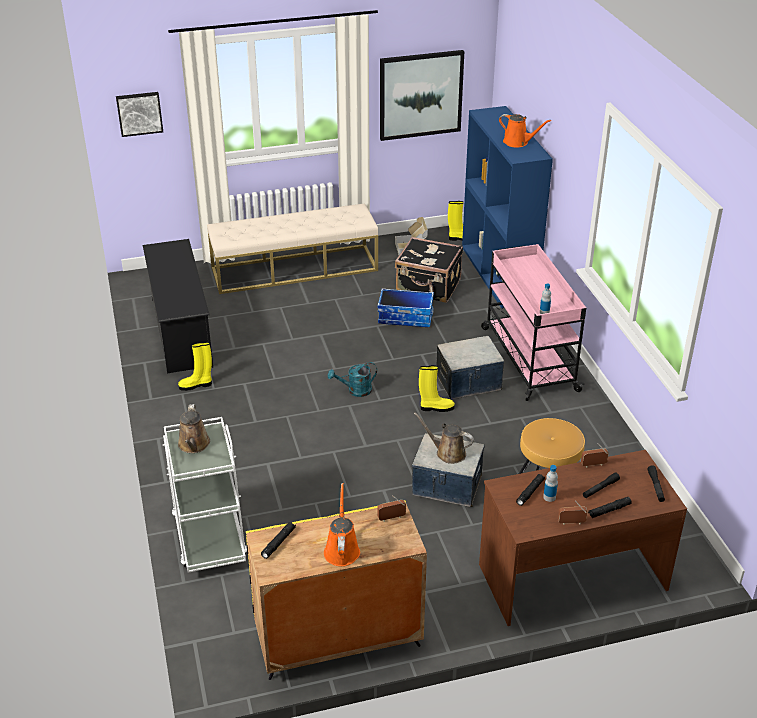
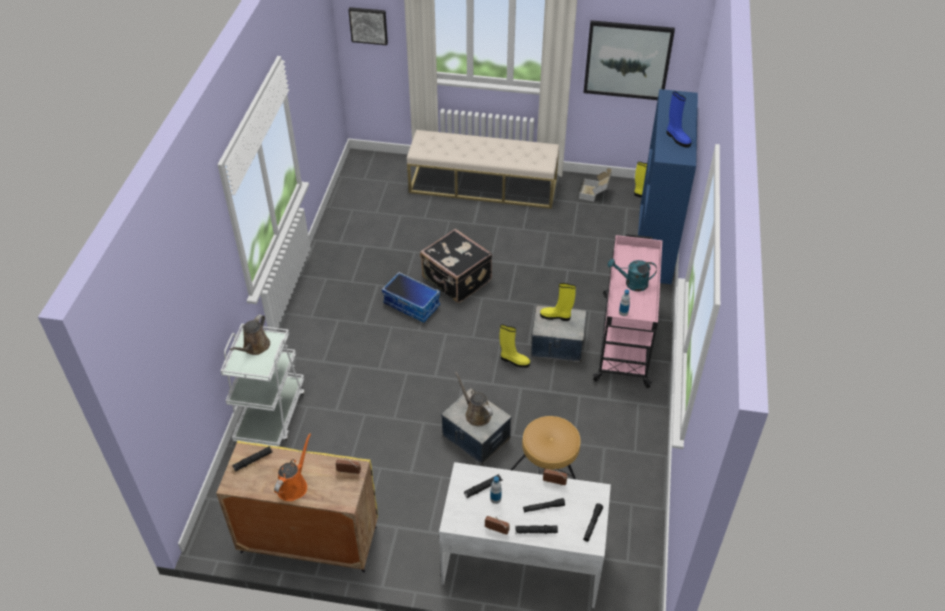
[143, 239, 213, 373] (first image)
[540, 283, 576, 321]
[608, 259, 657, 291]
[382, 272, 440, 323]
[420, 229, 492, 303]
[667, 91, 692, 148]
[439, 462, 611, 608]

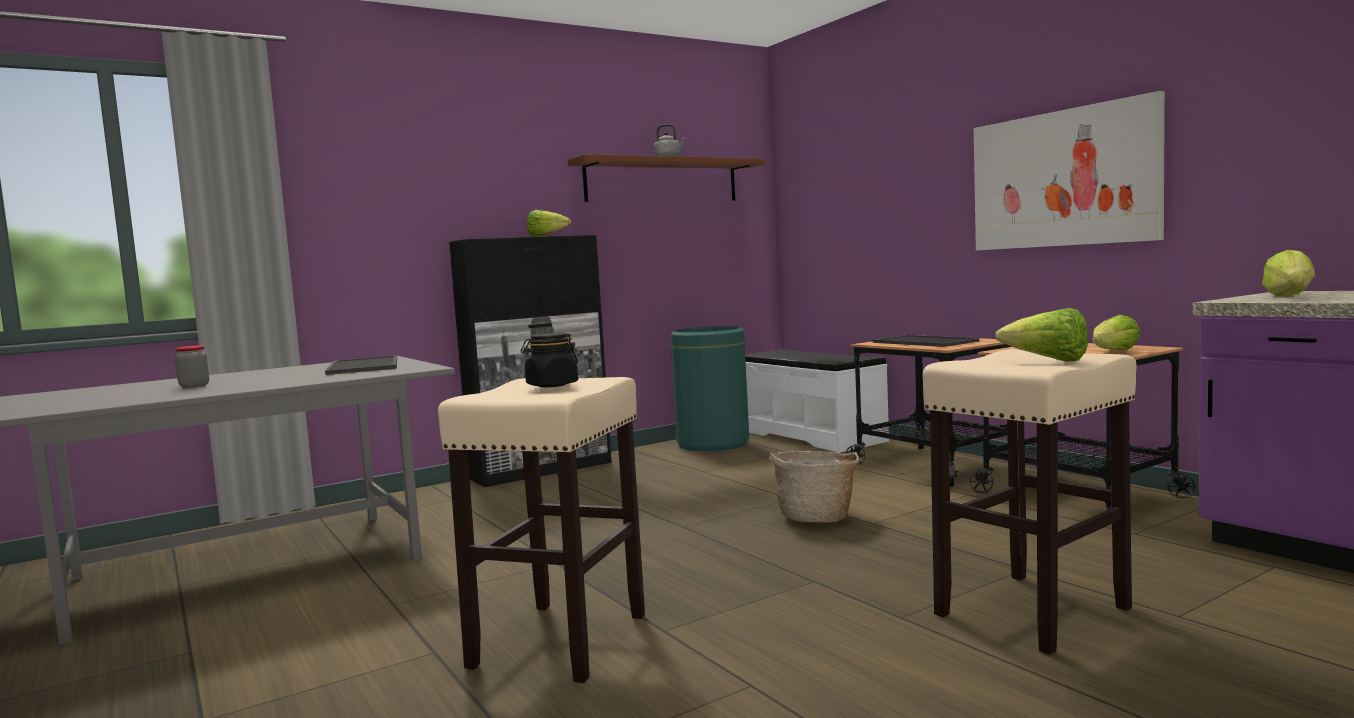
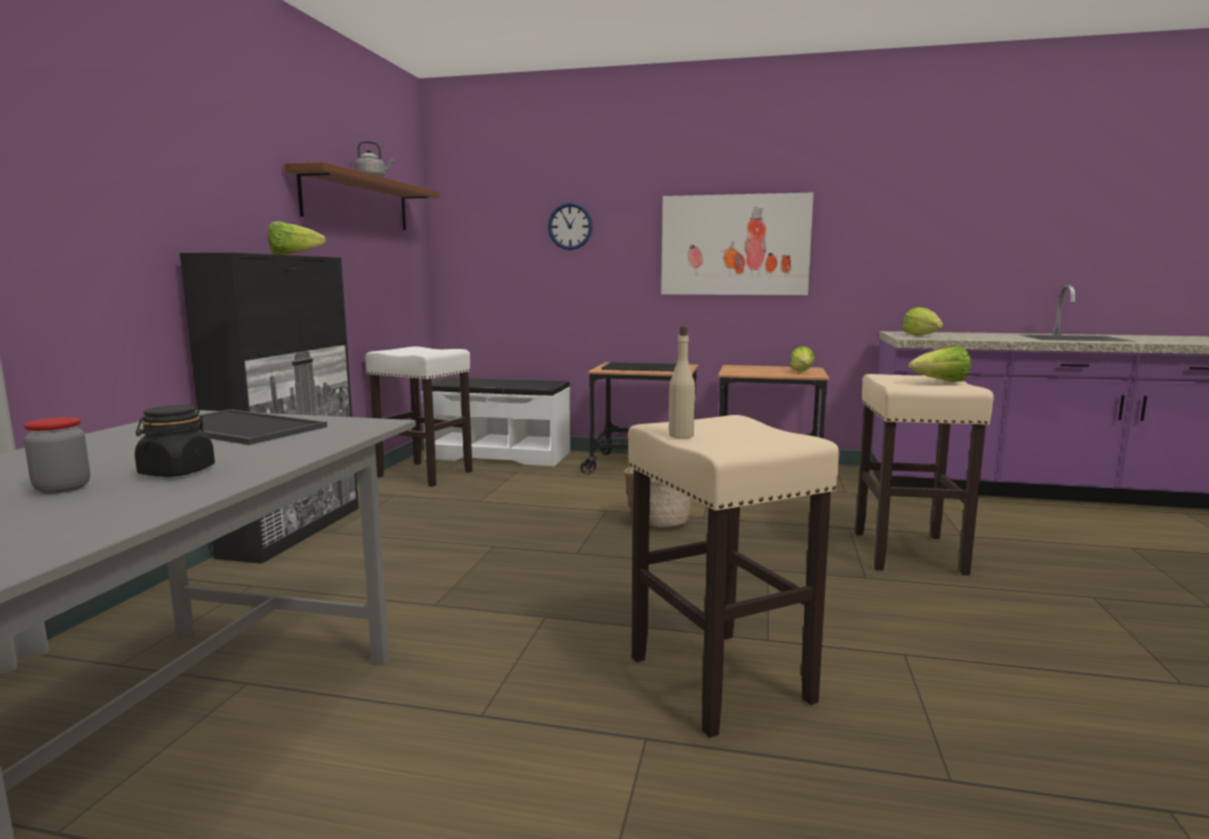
[548, 203, 593, 250]
[669, 326, 695, 438]
[135, 405, 215, 477]
[365, 346, 473, 487]

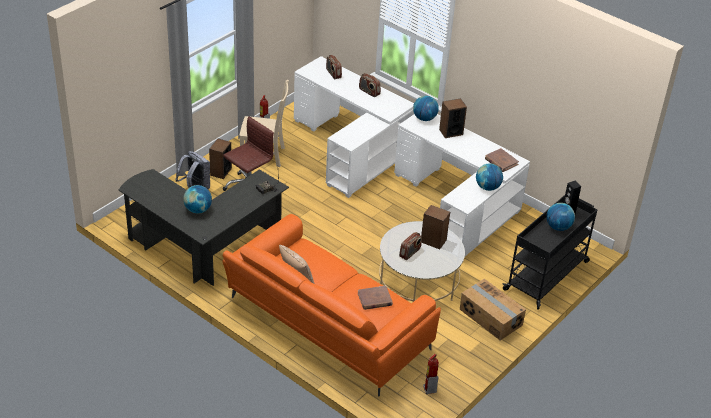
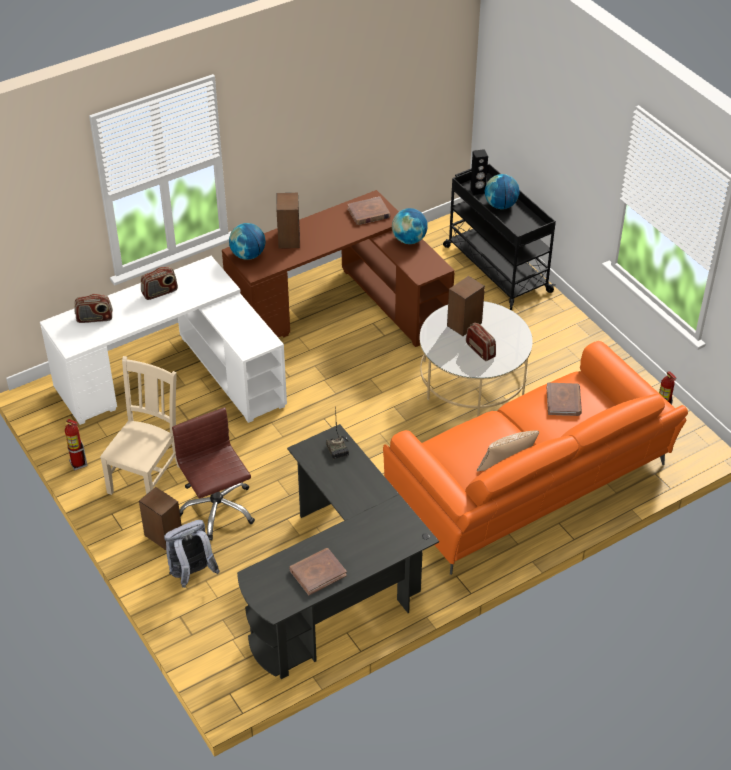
[183, 185, 212, 213] (first image)
[460, 279, 526, 340] (first image)
[289, 548, 347, 595]
[222, 190, 455, 347]

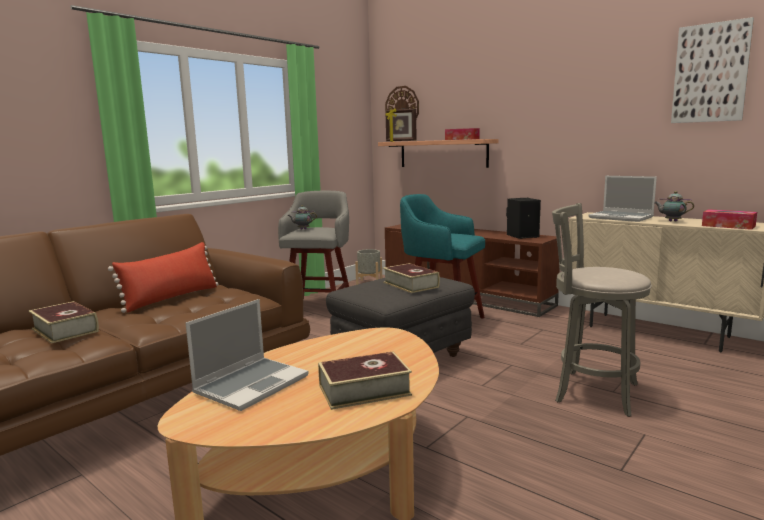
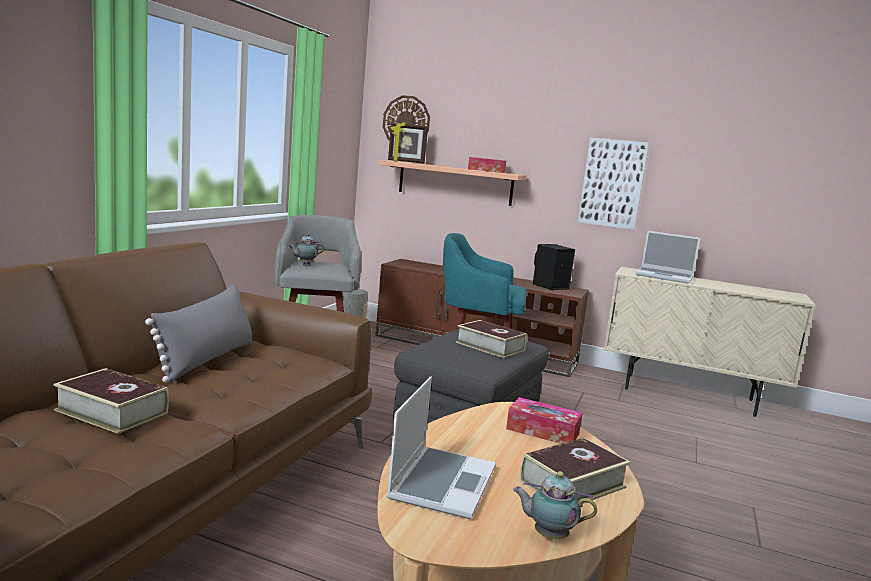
[552, 203, 652, 417] (first image)
[513, 471, 597, 539]
[578, 138, 649, 230]
[506, 397, 582, 444]
[145, 284, 252, 383]

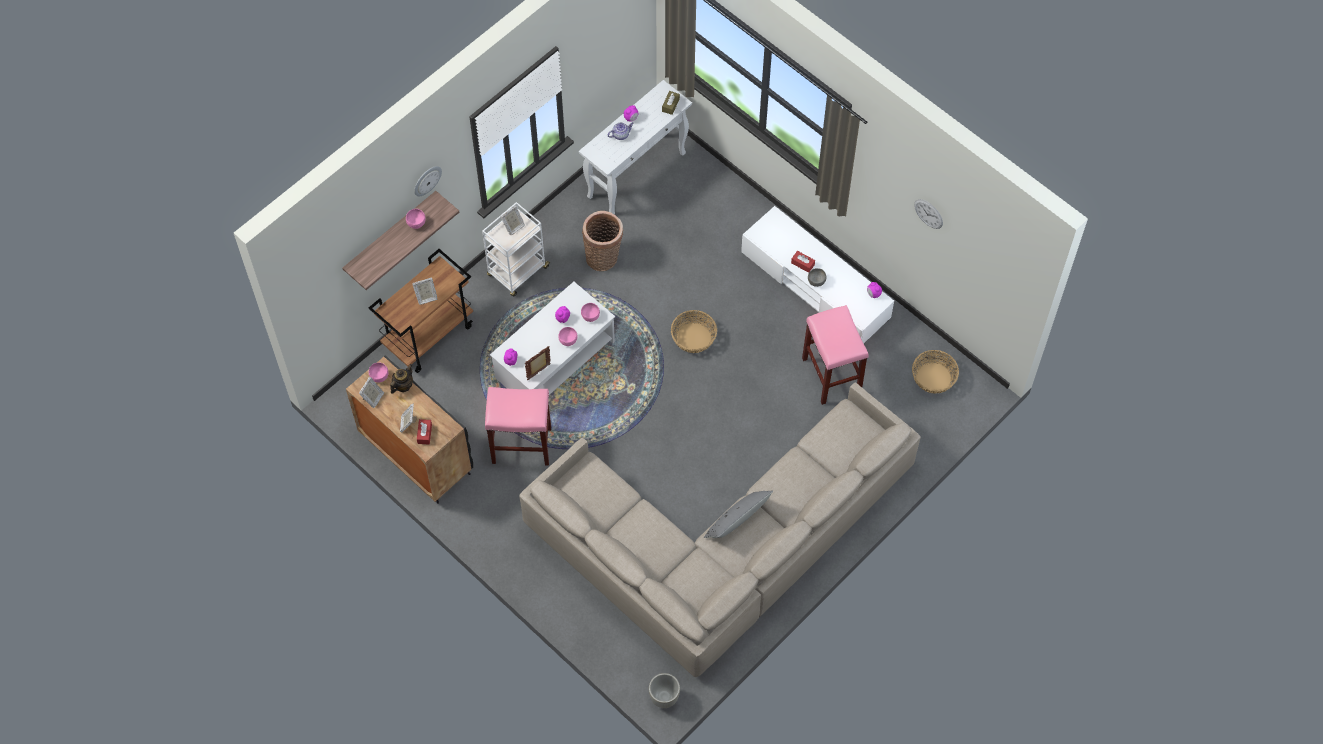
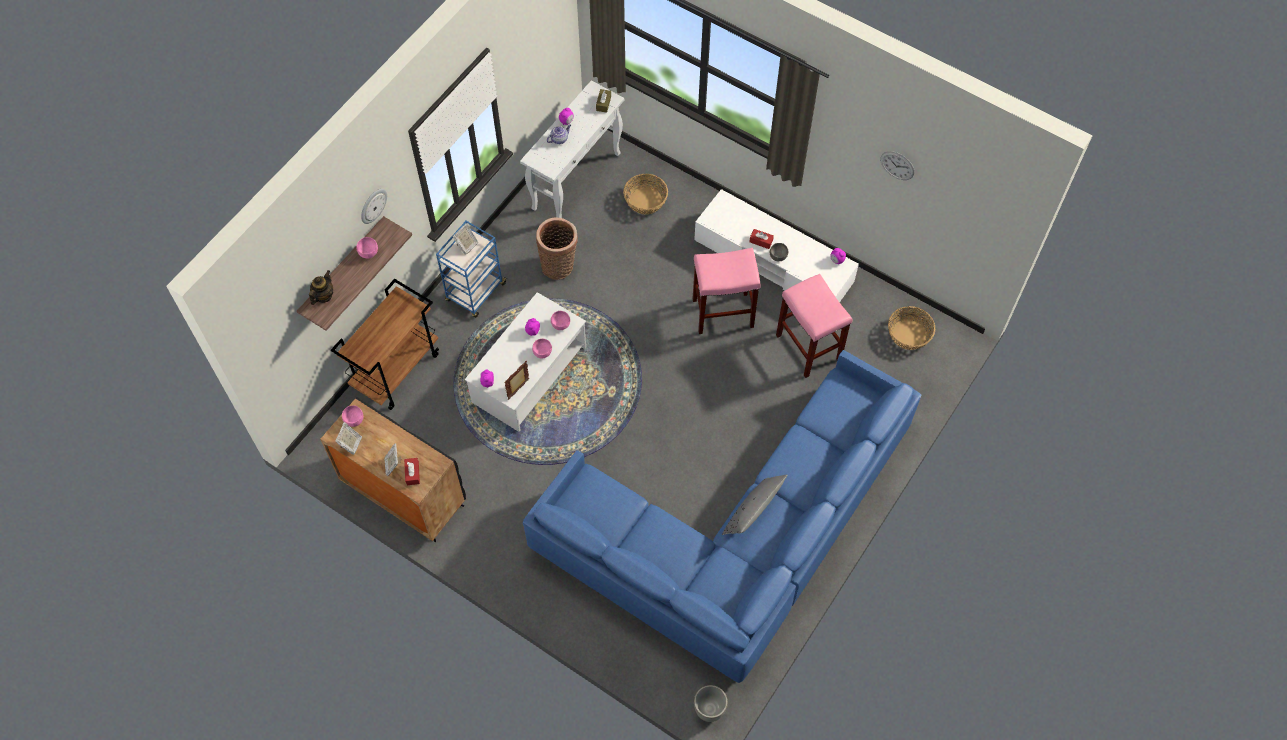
[412, 277, 437, 305] (first image)
[309, 270, 333, 305]
[692, 248, 761, 334]
[623, 174, 668, 214]
[436, 221, 507, 318]
[523, 350, 921, 683]

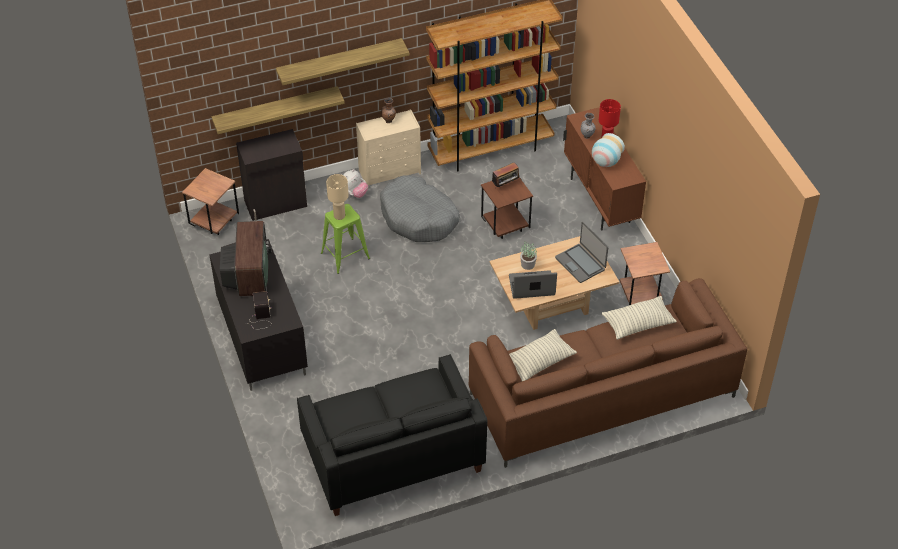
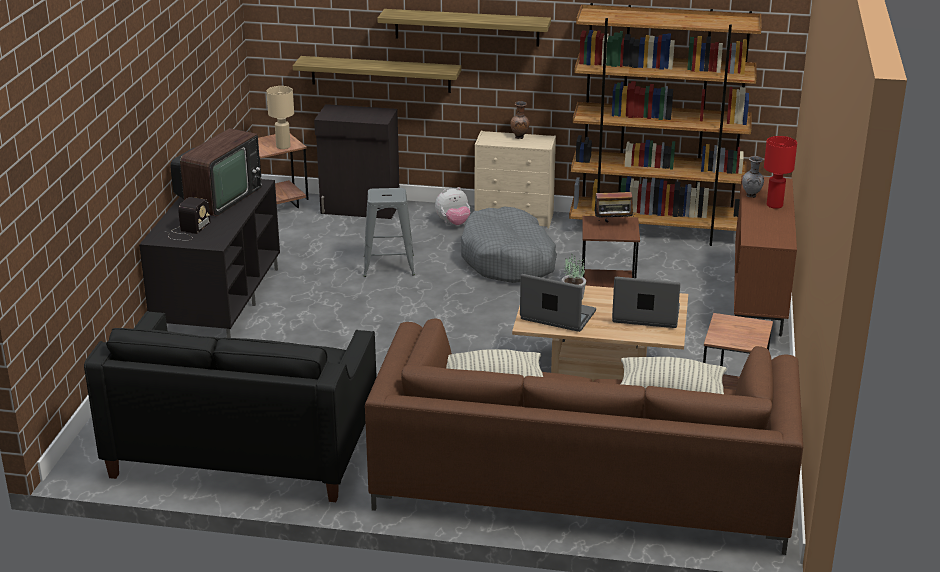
[592, 133, 625, 167] (first image)
[266, 86, 294, 149]
[364, 188, 415, 277]
[612, 277, 680, 328]

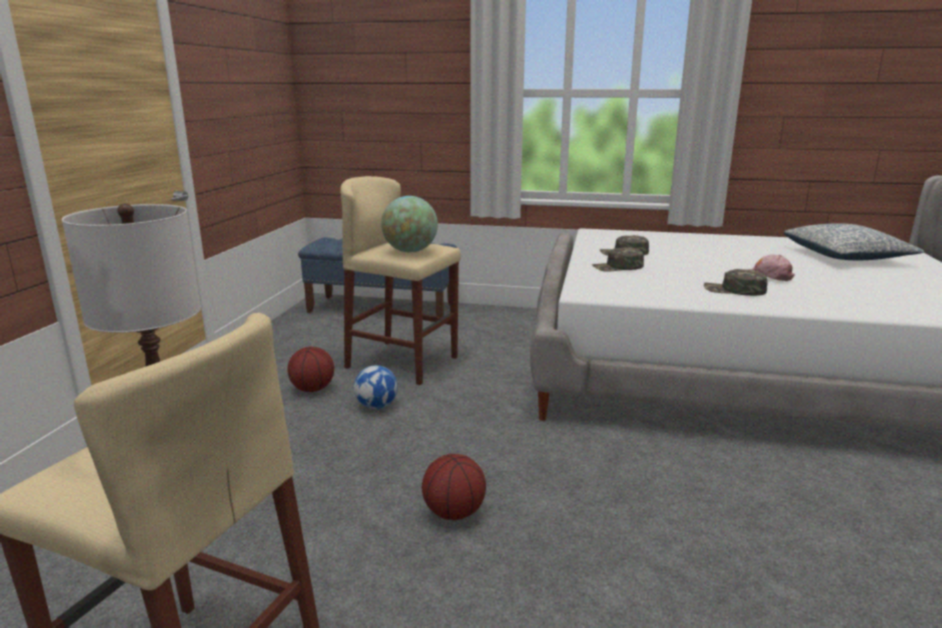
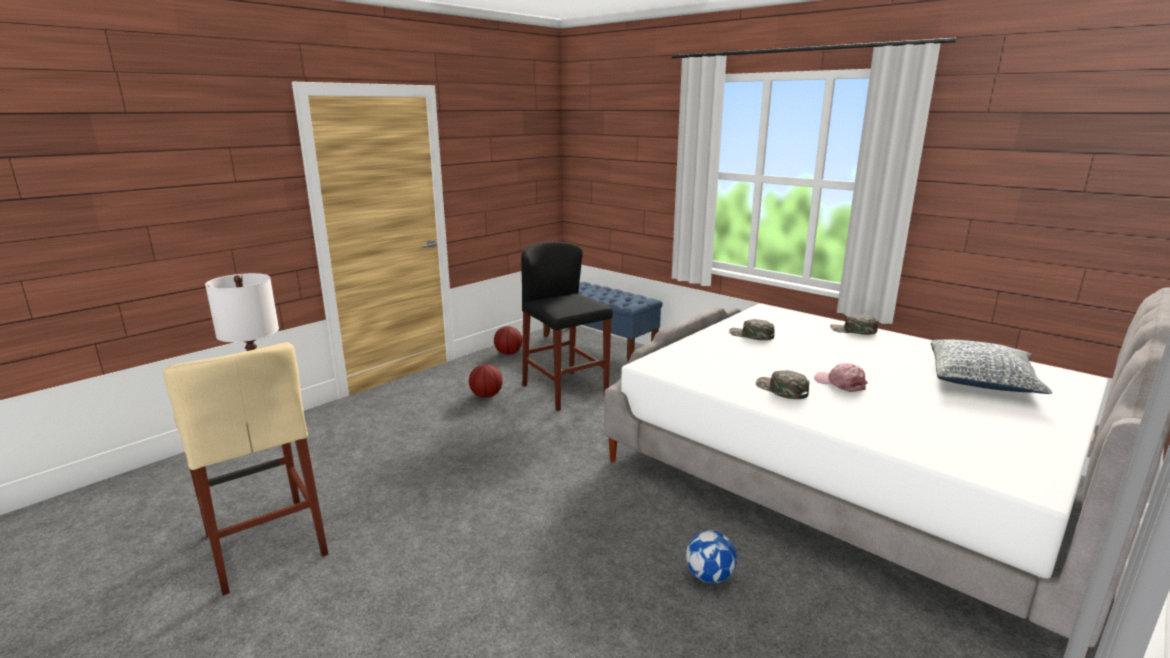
[381, 196, 438, 253] (first image)
[686, 530, 737, 583]
[494, 326, 522, 355]
[830, 314, 878, 335]
[521, 241, 613, 411]

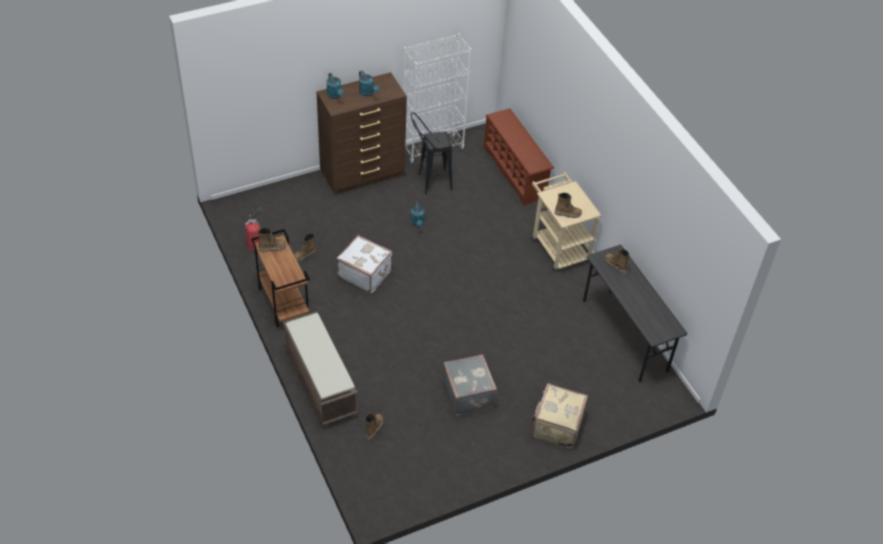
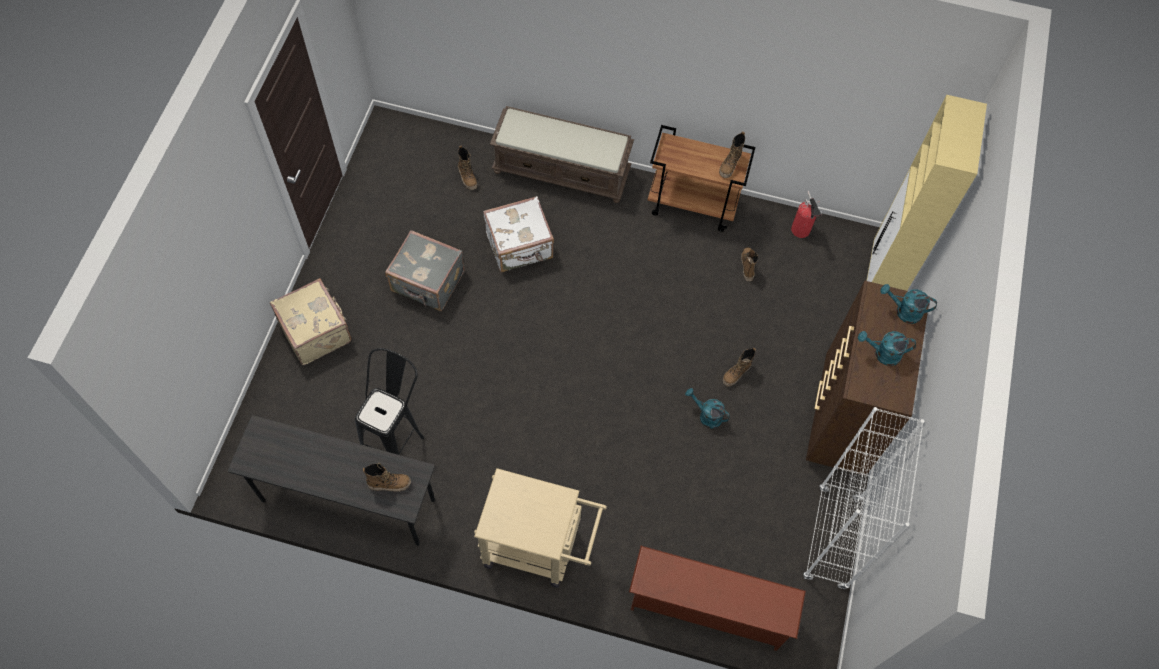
[866, 95, 987, 291]
[483, 196, 554, 273]
[355, 348, 424, 455]
[722, 348, 756, 386]

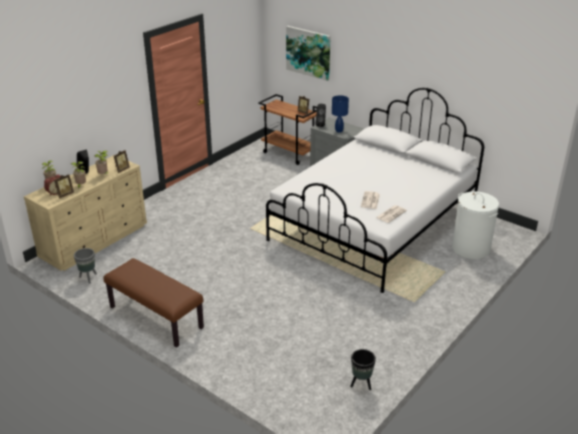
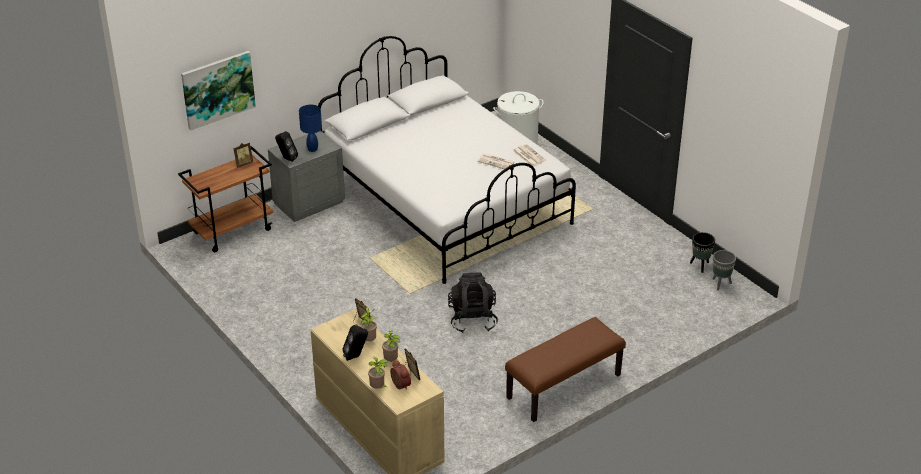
[448, 272, 498, 333]
[713, 250, 736, 291]

